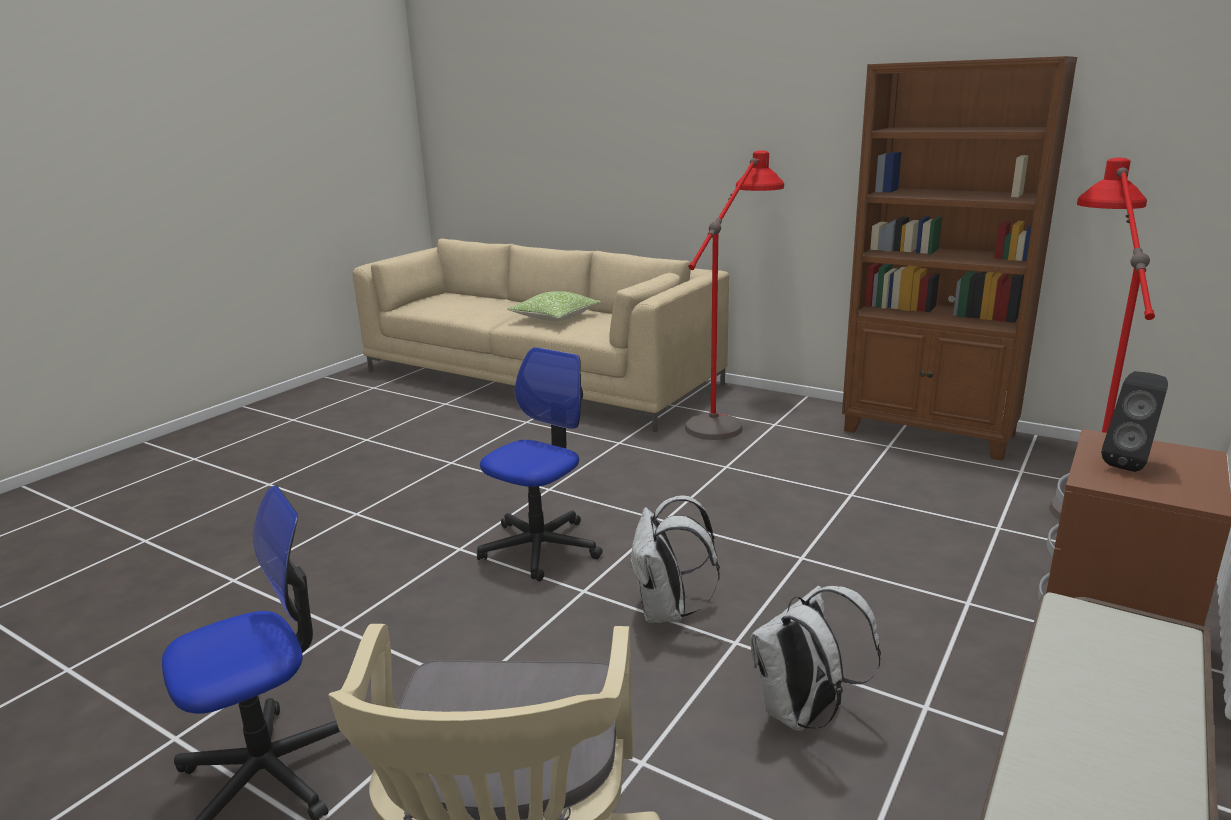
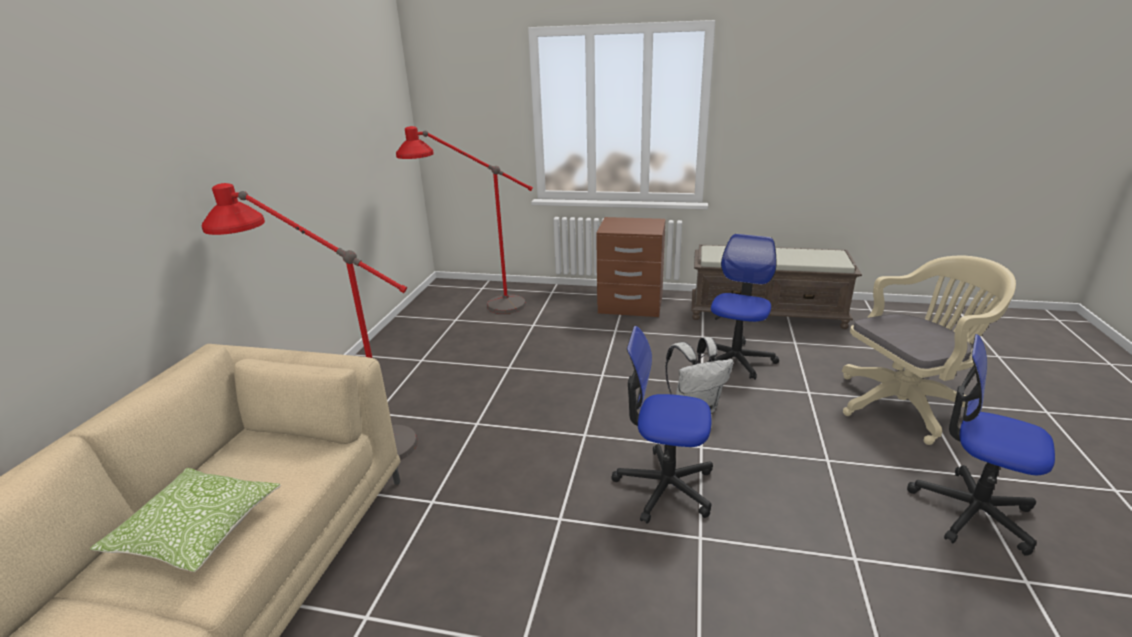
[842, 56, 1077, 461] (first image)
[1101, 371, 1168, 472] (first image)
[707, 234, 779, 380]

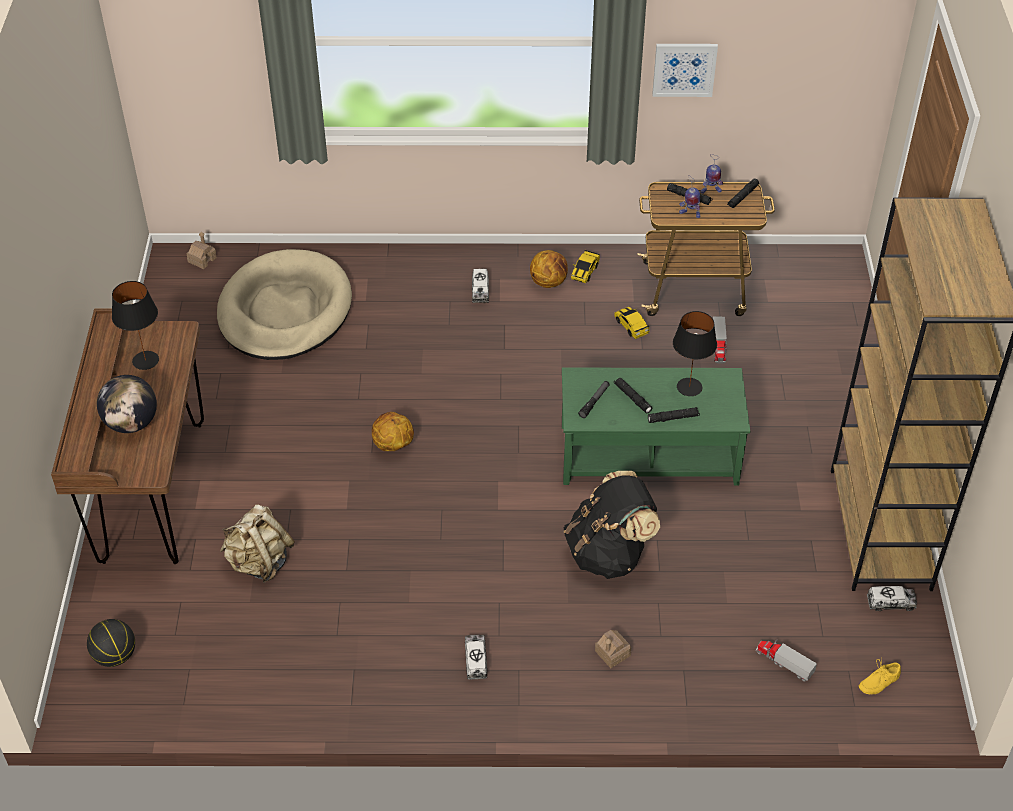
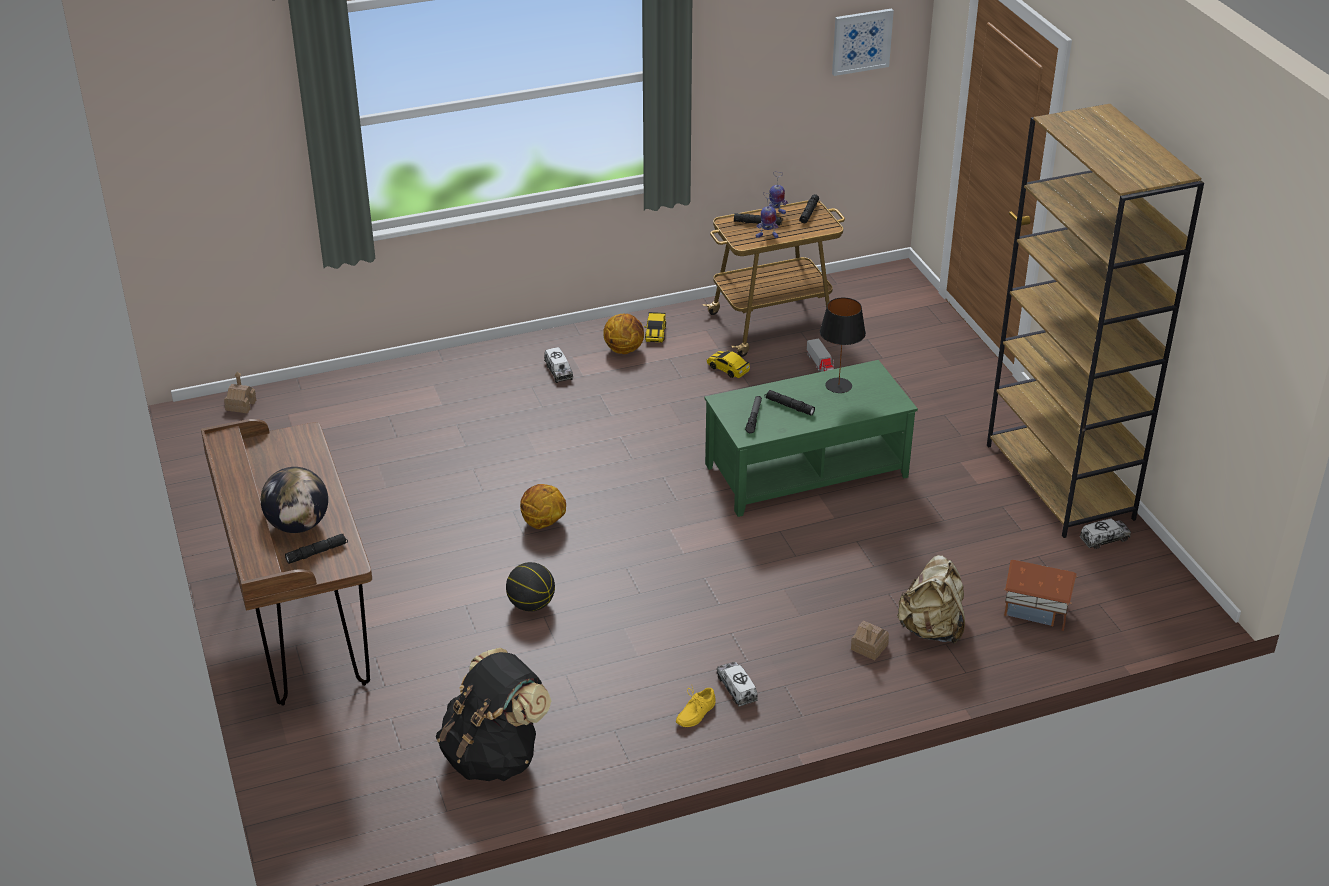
[112, 281, 159, 370] (first image)
[217, 249, 352, 360] (first image)
[506, 562, 555, 612]
[897, 555, 965, 644]
[436, 648, 551, 781]
[285, 533, 348, 564]
[832, 8, 894, 76]
[676, 687, 715, 727]
[1004, 560, 1078, 631]

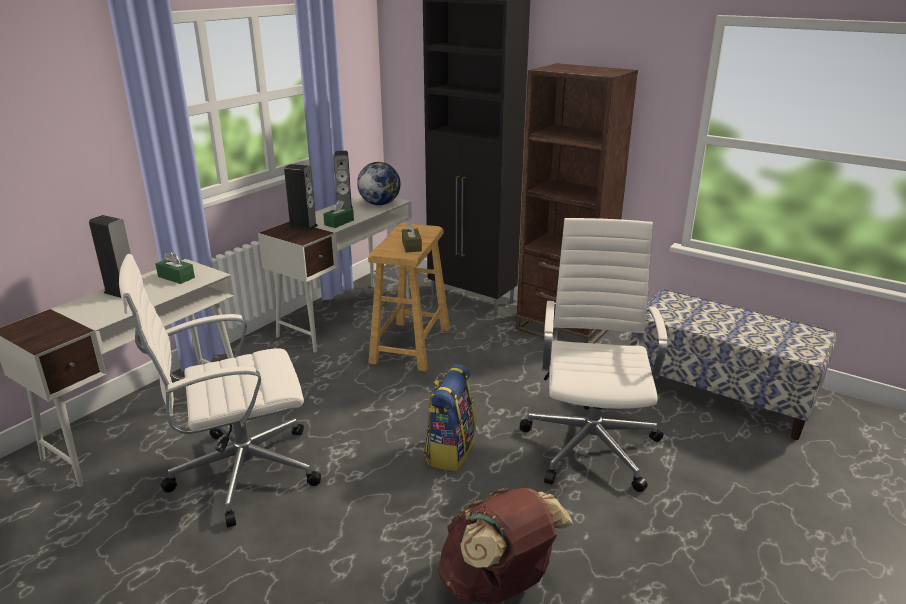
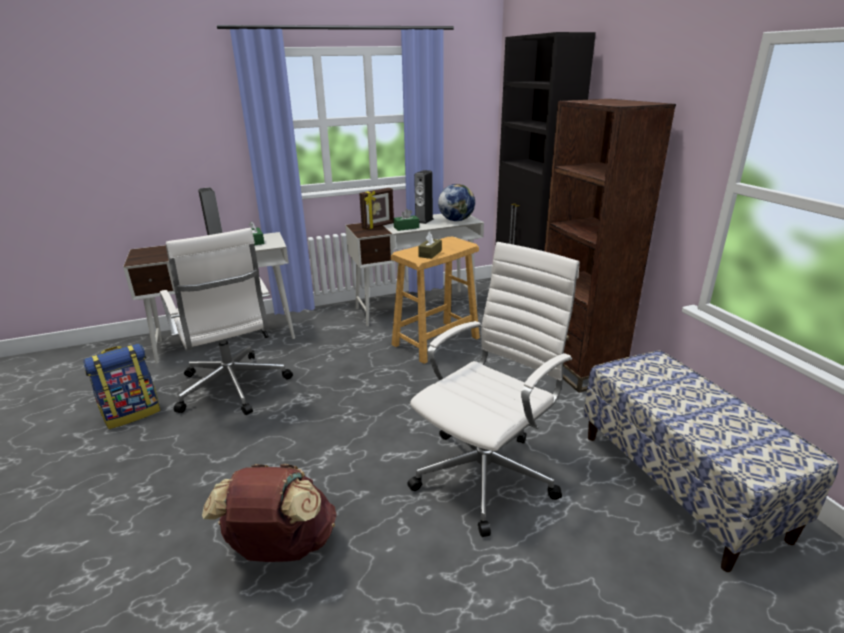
[83, 343, 161, 429]
[359, 188, 394, 230]
[160, 228, 293, 415]

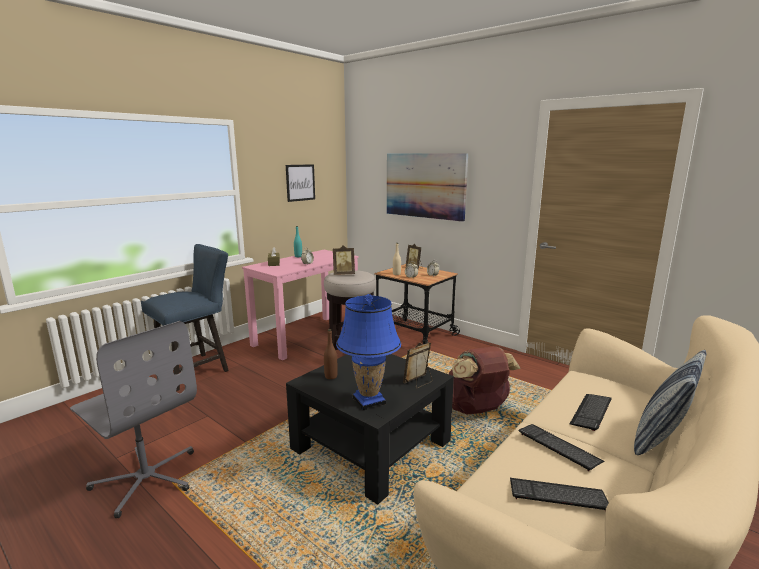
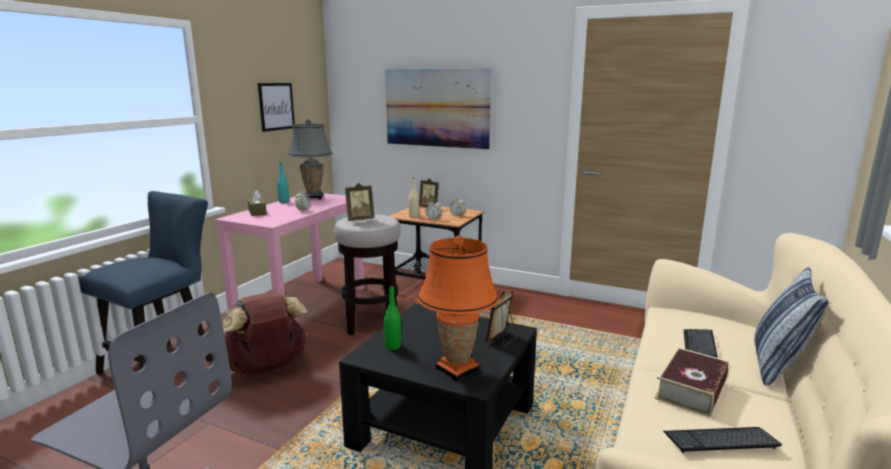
[288, 119, 333, 199]
[222, 291, 307, 375]
[654, 347, 729, 417]
[384, 286, 401, 350]
[417, 236, 499, 382]

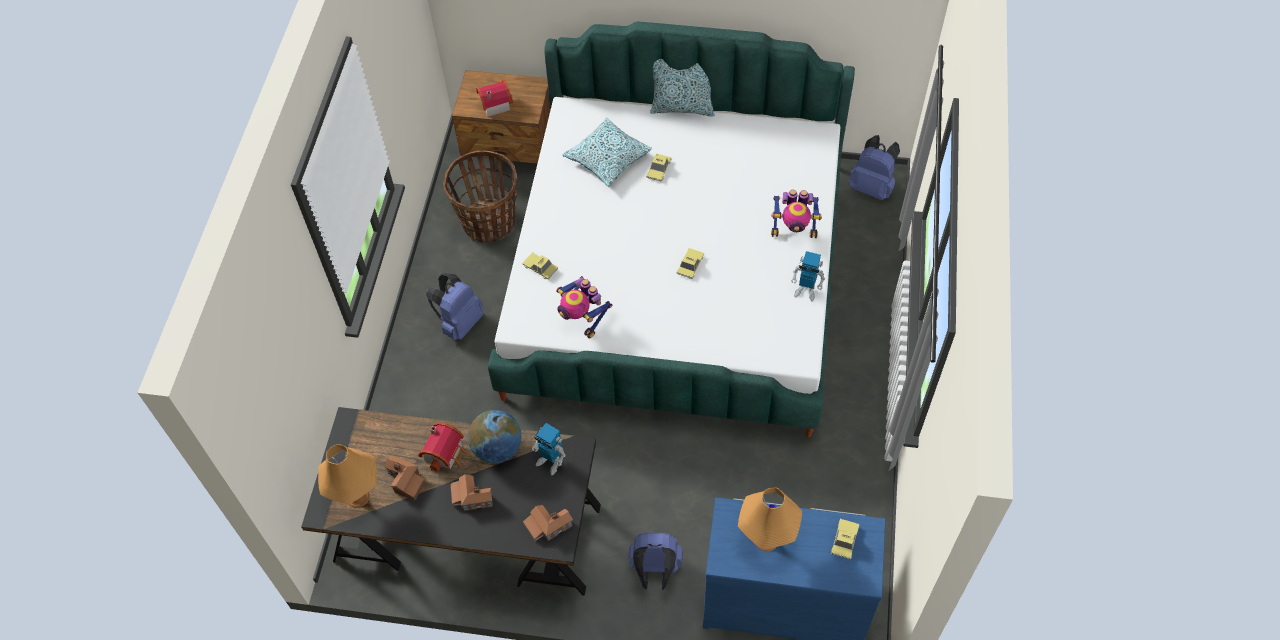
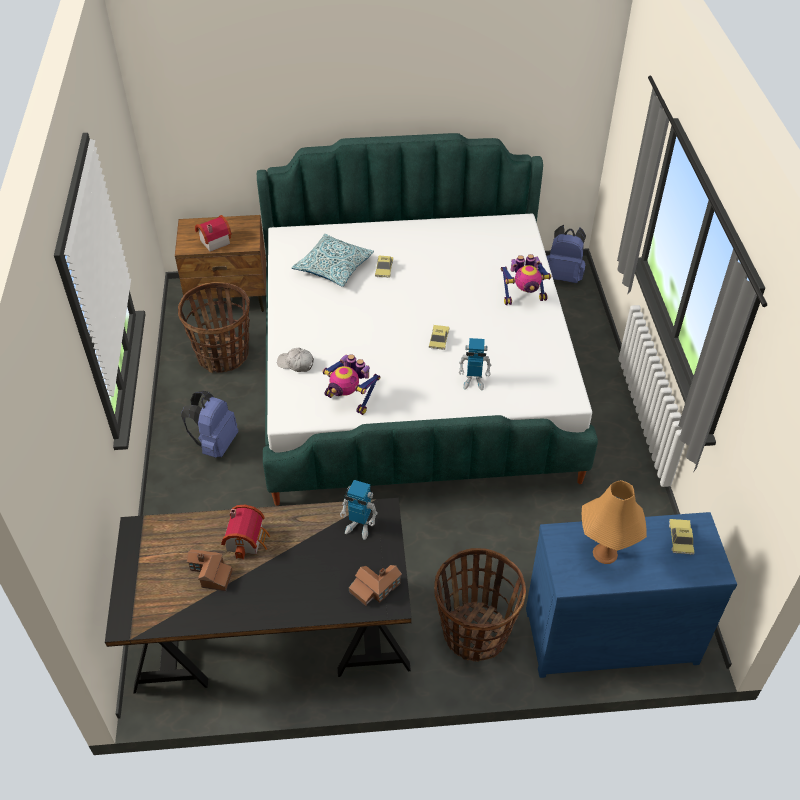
[318, 444, 377, 508] (first image)
[451, 474, 493, 511] (first image)
[468, 410, 521, 463] (first image)
[650, 59, 714, 117] (first image)
[459, 338, 491, 391]
[277, 347, 314, 372]
[434, 548, 526, 662]

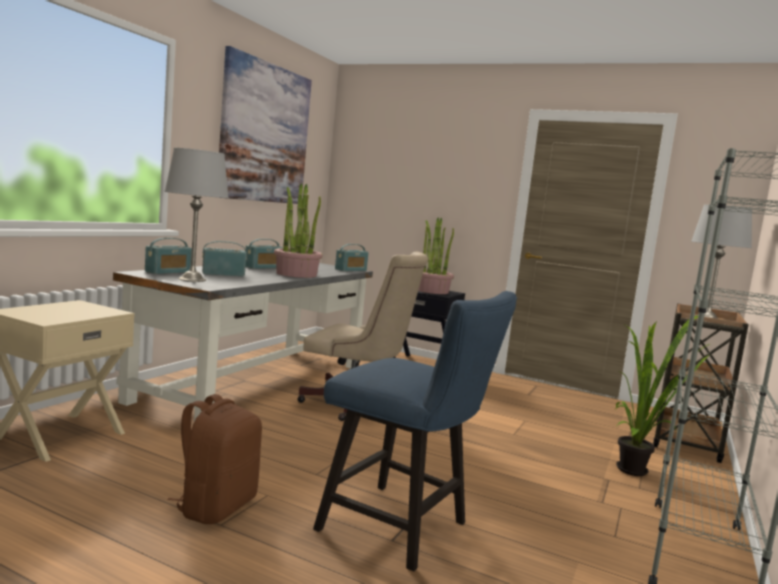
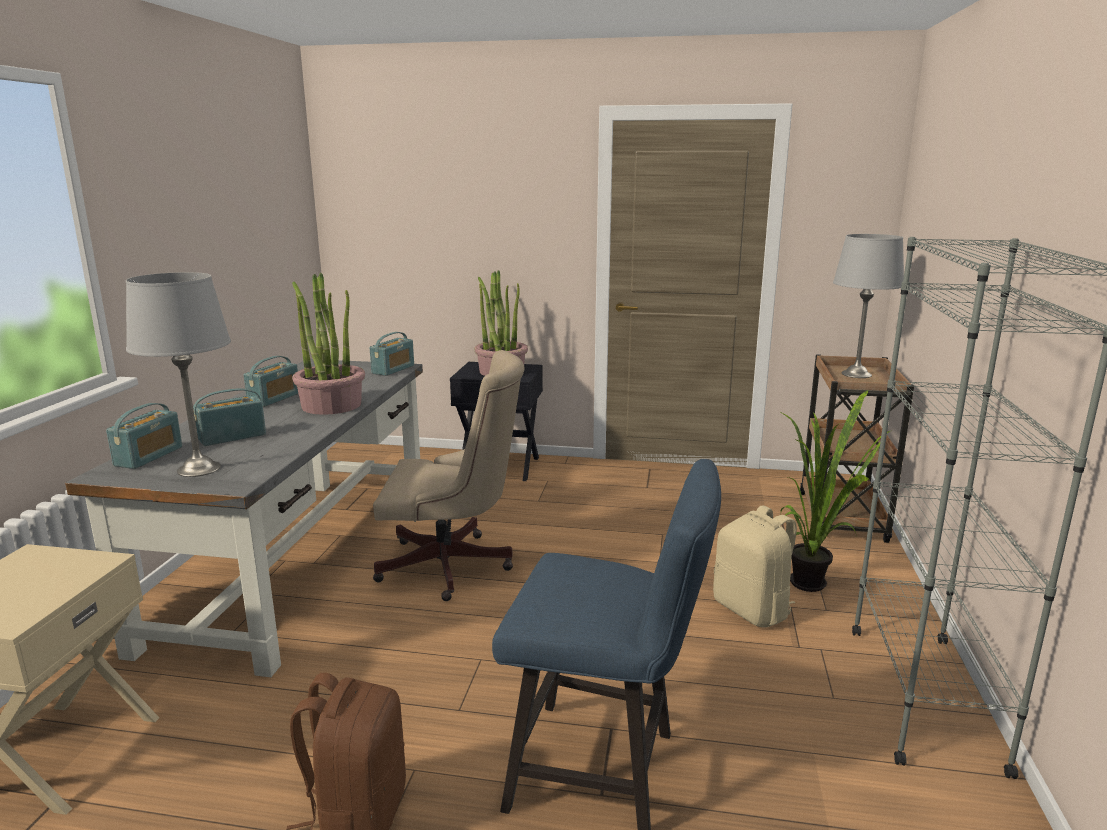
[217, 46, 312, 204] (first image)
[713, 505, 797, 628]

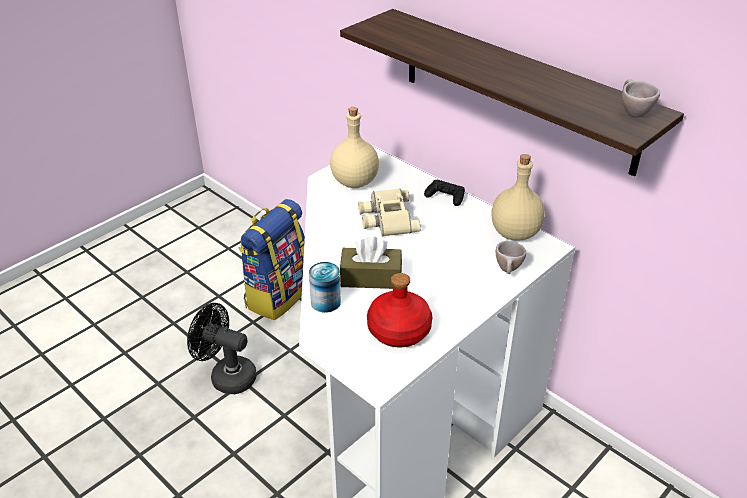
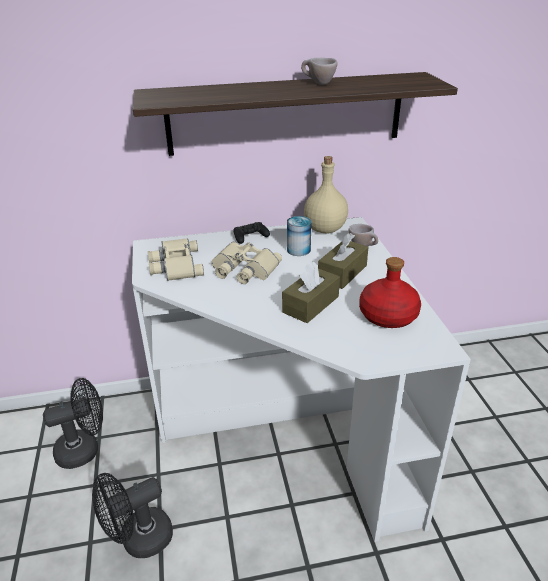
[318, 233, 368, 289]
[287, 216, 312, 256]
[301, 58, 338, 85]
[43, 378, 103, 469]
[148, 238, 204, 281]

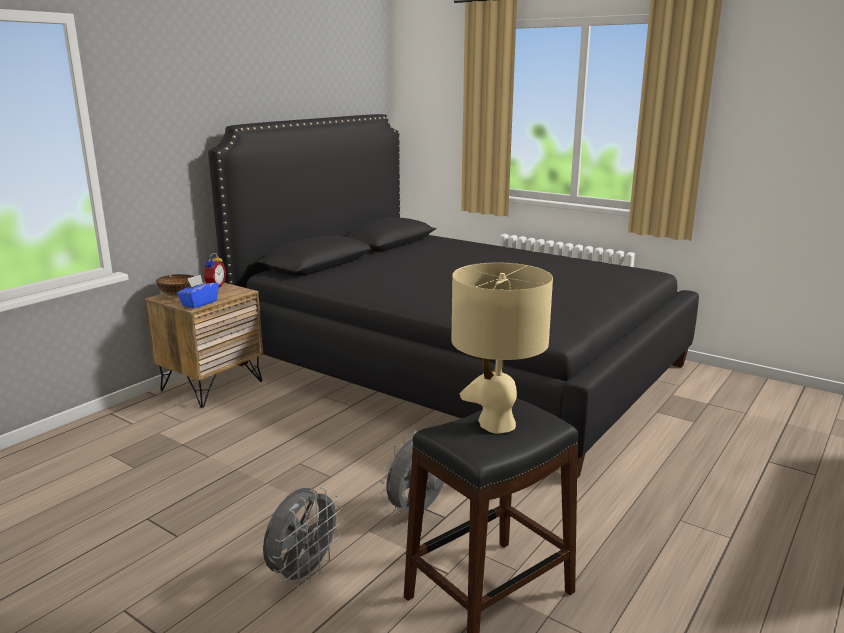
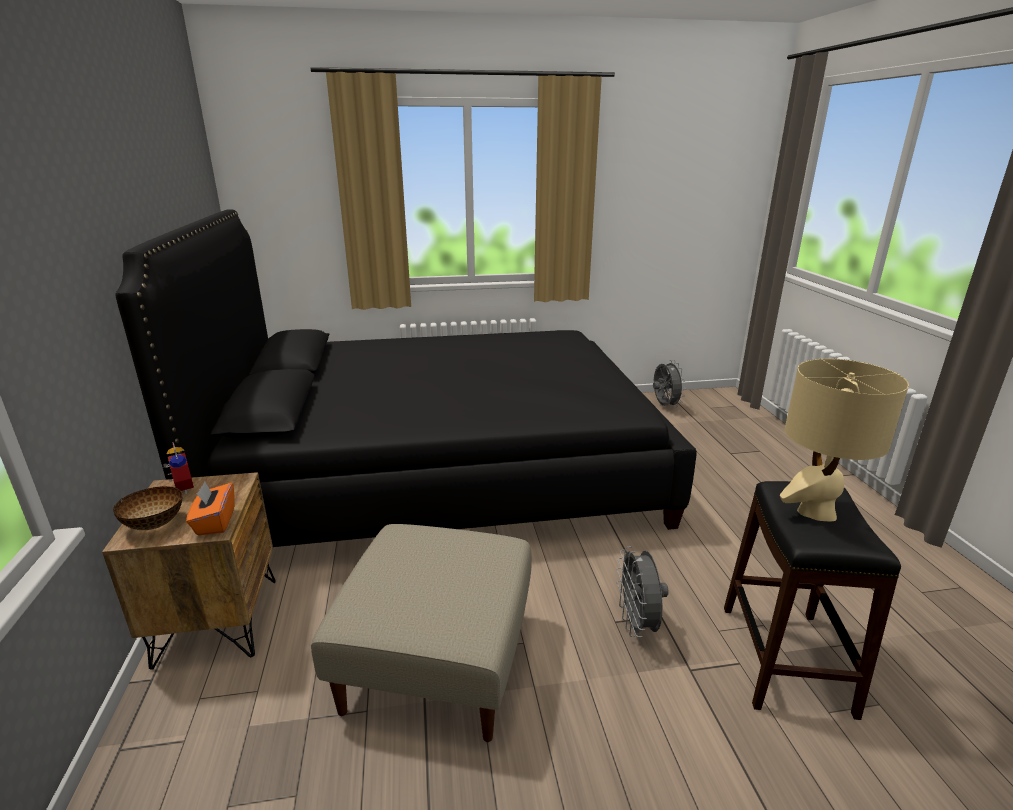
[311, 524, 532, 742]
[653, 360, 686, 408]
[186, 481, 235, 535]

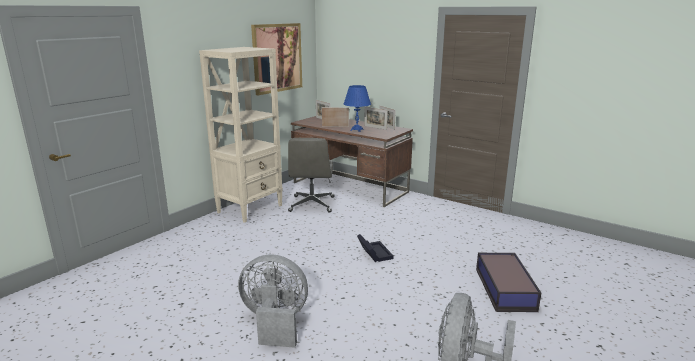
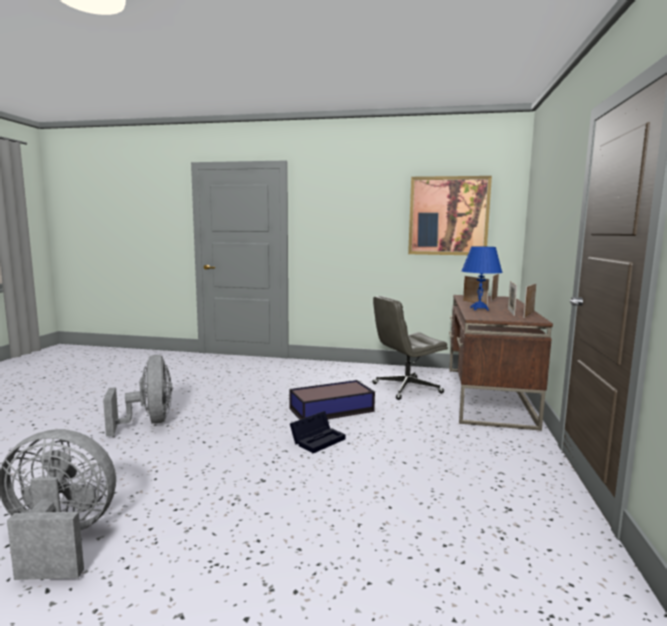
[199, 47, 283, 223] (first image)
[289, 380, 375, 420]

